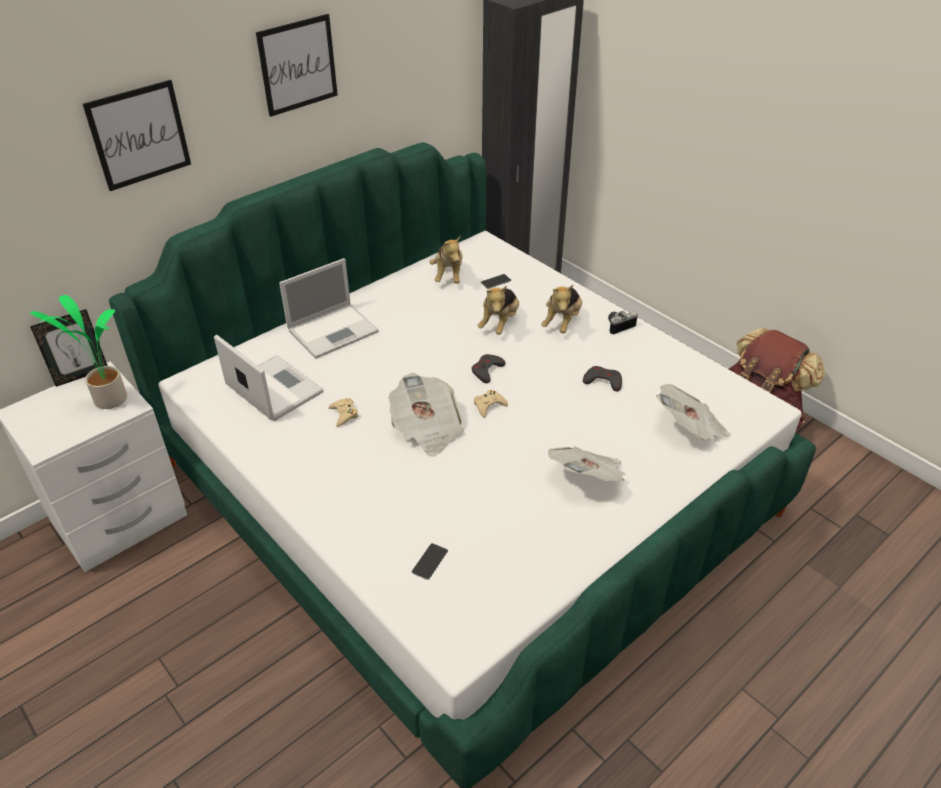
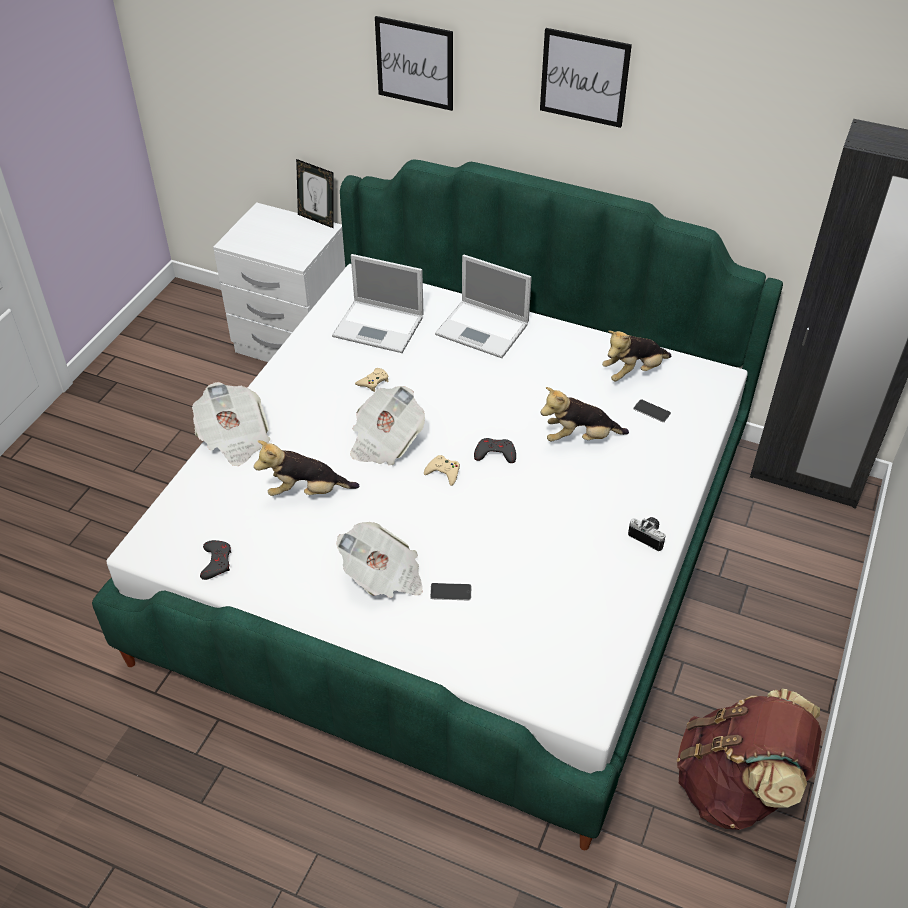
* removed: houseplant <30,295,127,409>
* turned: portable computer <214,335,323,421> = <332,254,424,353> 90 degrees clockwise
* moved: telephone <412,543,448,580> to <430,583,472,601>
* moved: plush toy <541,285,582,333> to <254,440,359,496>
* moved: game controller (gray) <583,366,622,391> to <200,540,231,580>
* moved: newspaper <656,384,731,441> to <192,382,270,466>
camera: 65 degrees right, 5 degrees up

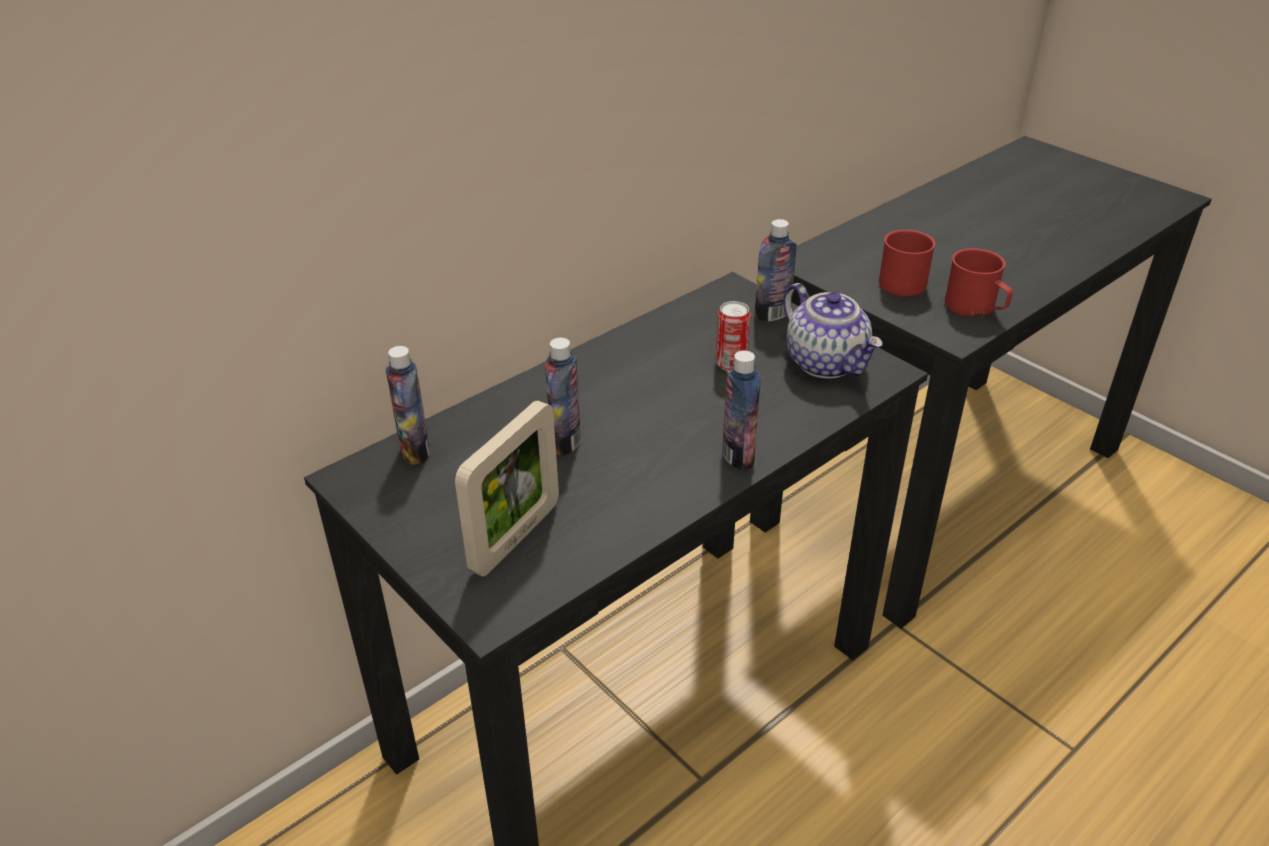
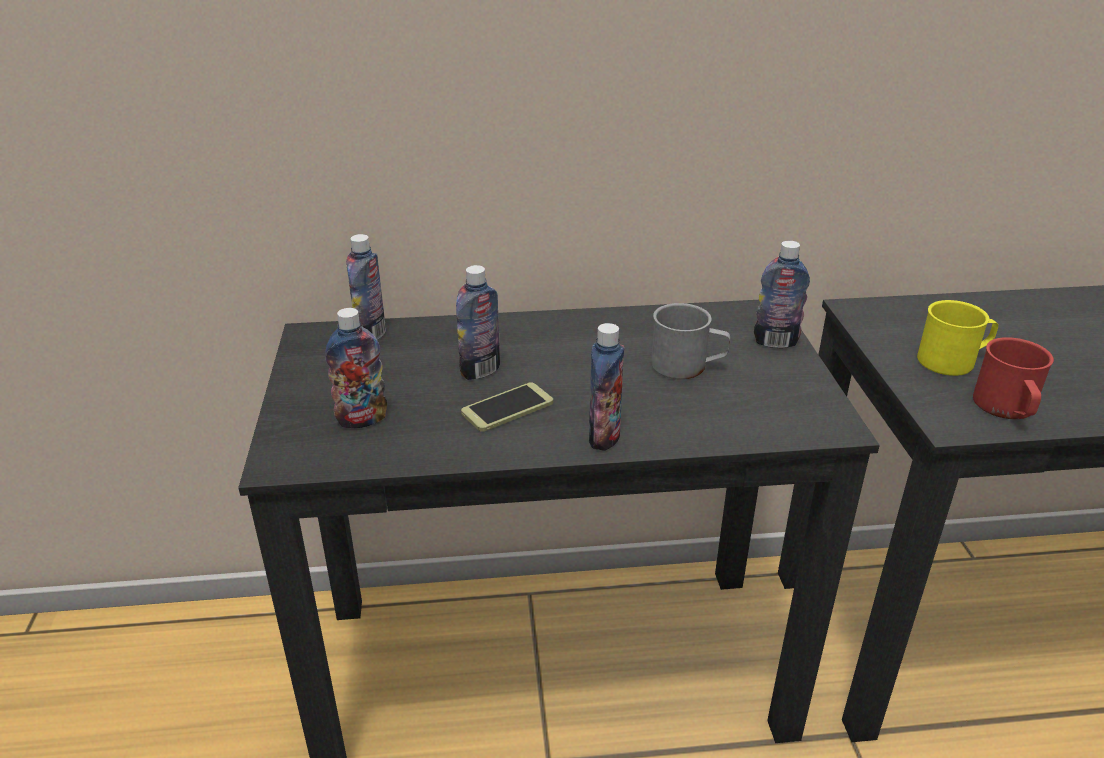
* replaced: photo frame <455,400,559,576> to drink bottle <325,308,387,428>
* replaced: can <716,301,751,371> to mug (gray) <651,303,730,379>
* removed: pot for tea <783,283,883,378>
* recoloured: mug (red) <879,230,936,296> to mug (yellow-coloured) <917,300,998,376>
* added: telephone <461,382,553,432>
camera: 35 degrees right, 5 degrees down

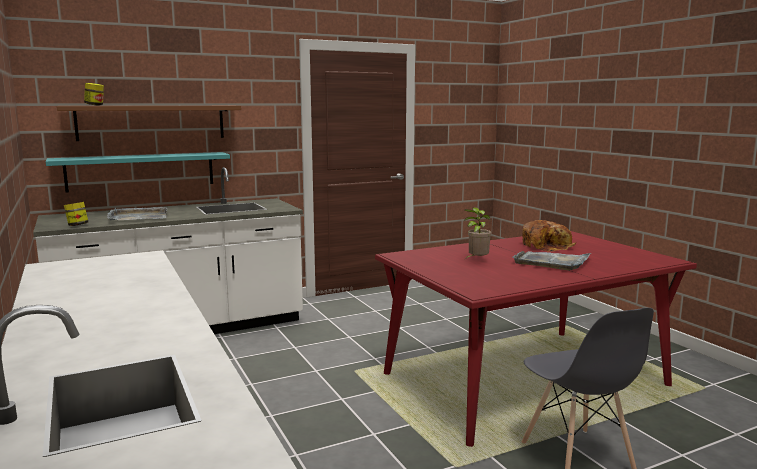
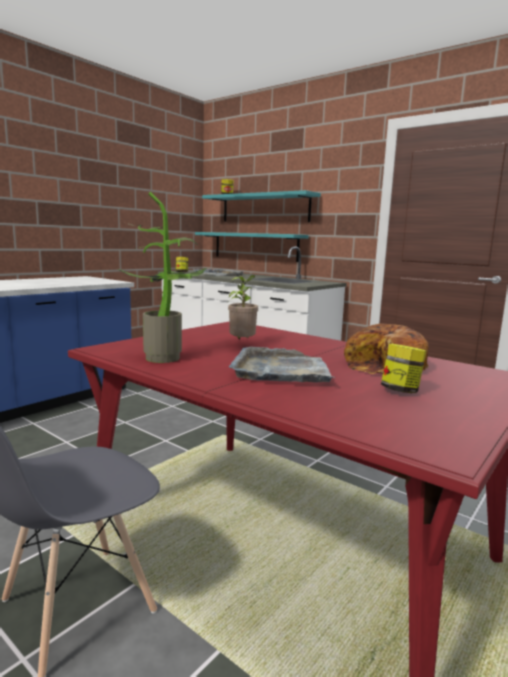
* recoloured: shelf (brown) <57,106,241,141> to shelf (turquoise-coloured) <202,190,321,222>
* added: houseplant <118,192,207,363>
* added: jar <381,344,427,393>
camera: 65 degrees right, 0 degrees up

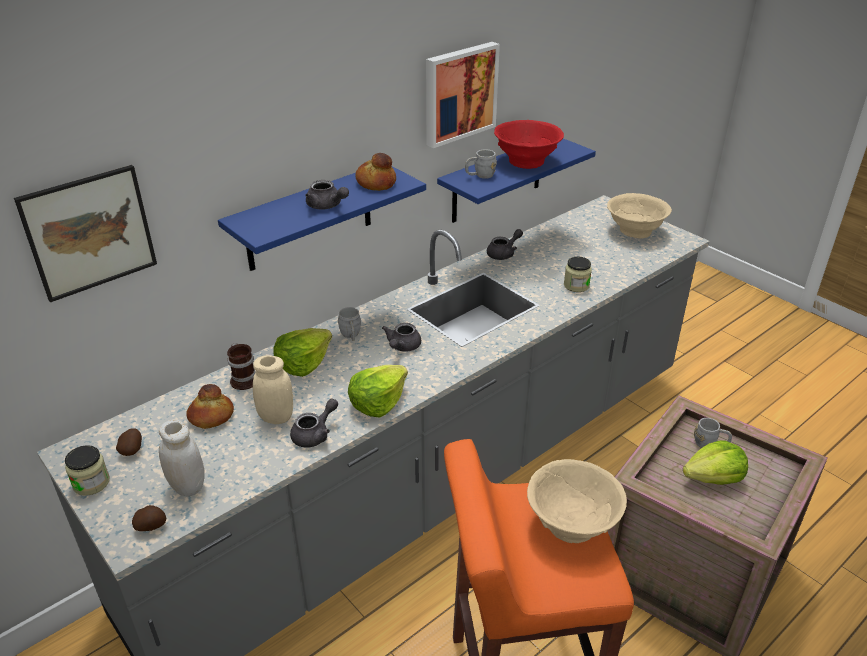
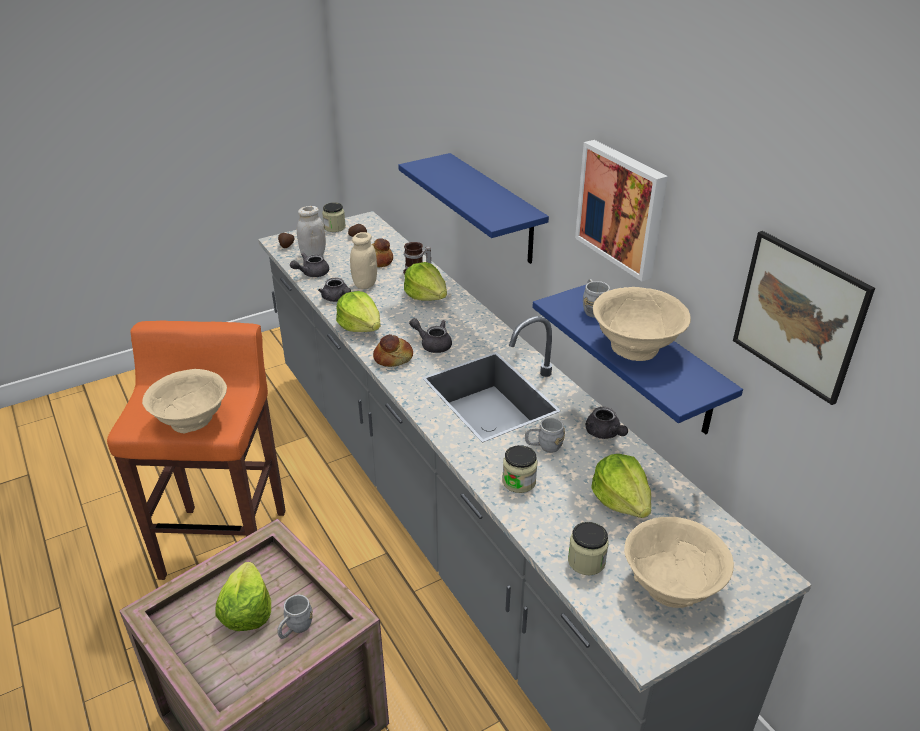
* moved: picture <14,165,157,302> to <733,231,875,405>
* moved: pot for tea (gray) <305,180,349,210> to <290,253,329,277>
* moved: mug (gray) <338,307,361,341> to <525,417,565,453>
* moved: bread <355,153,396,191> to <373,334,413,367>
* recoloured: serving bowl (red) <494,120,564,169> to serving bowl (beige-coloured) <593,287,691,361>
* added: jar <568,522,609,575>
* added: head of lettuce <591,454,651,518>
camera: 100 degrees right, 0 degrees up

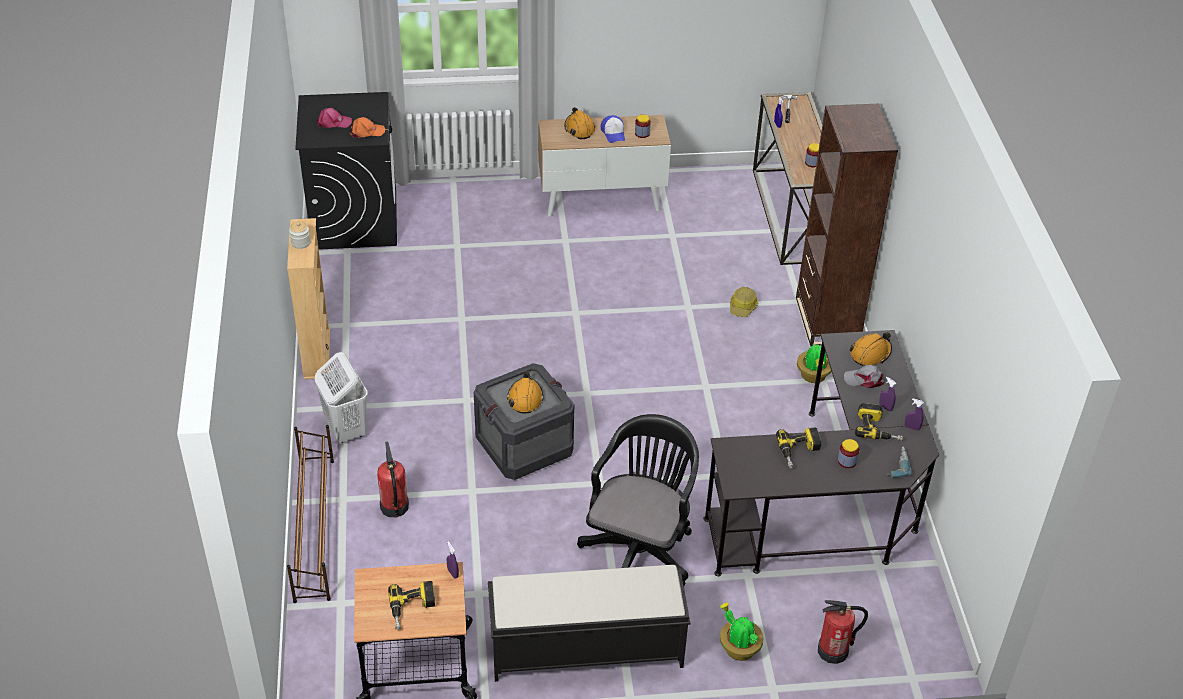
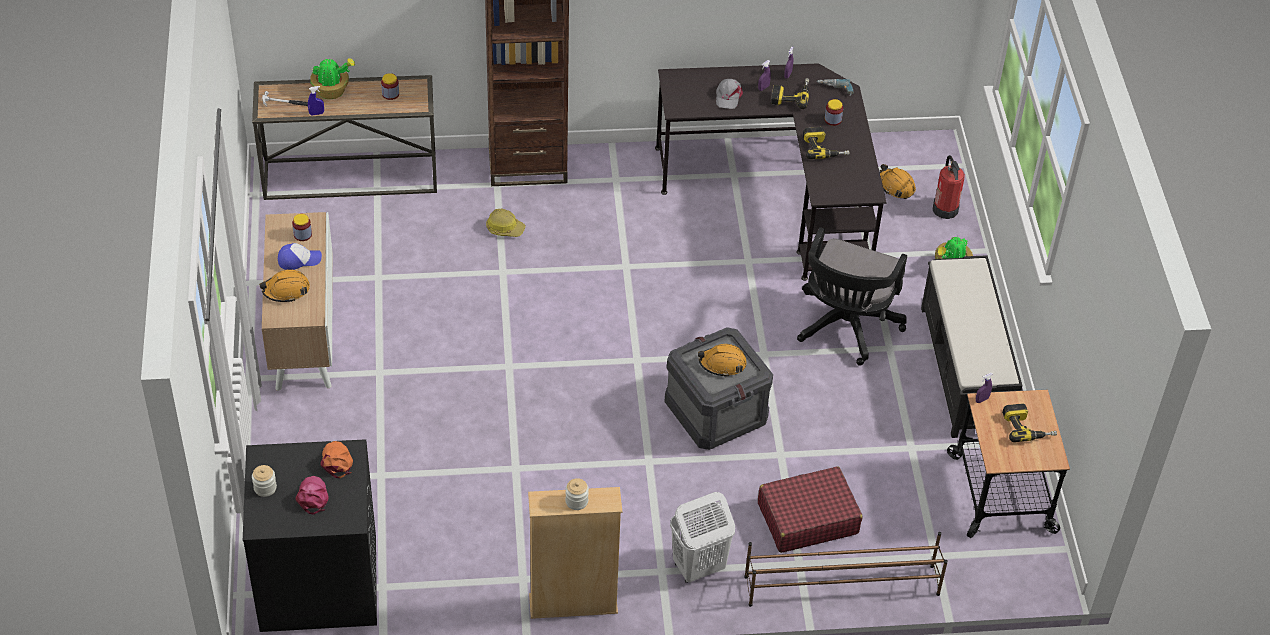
* replaced: fire extinguisher <377,442,409,517> to travel case (red) <758,466,862,553>
* turned: desk chair (black) <577,414,699,586> = <797,227,907,366> 90 degrees counterclockwise
* moved: houseplant <797,344,832,383> to <310,58,356,99>
* moved: work helmet (orangey) <849,332,892,366> to <880,164,916,199>
* added: jar <252,465,277,497>
camera: 90 degrees left, 5 degrees up

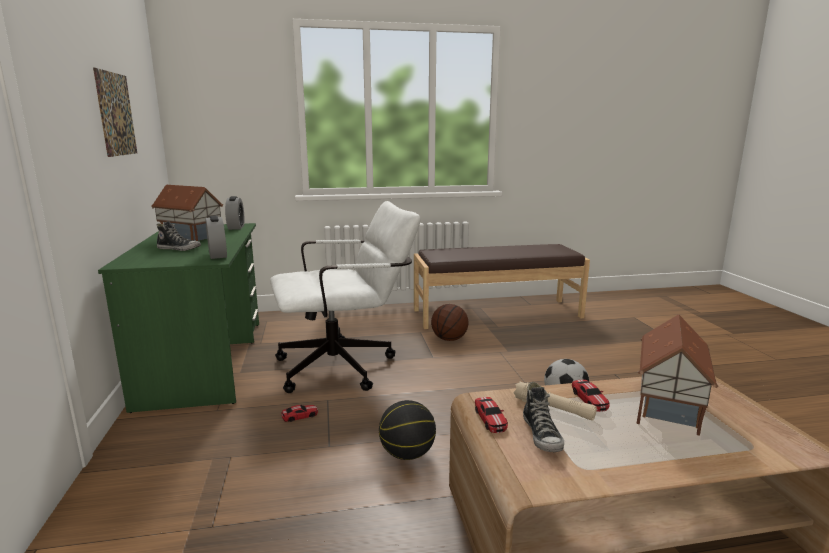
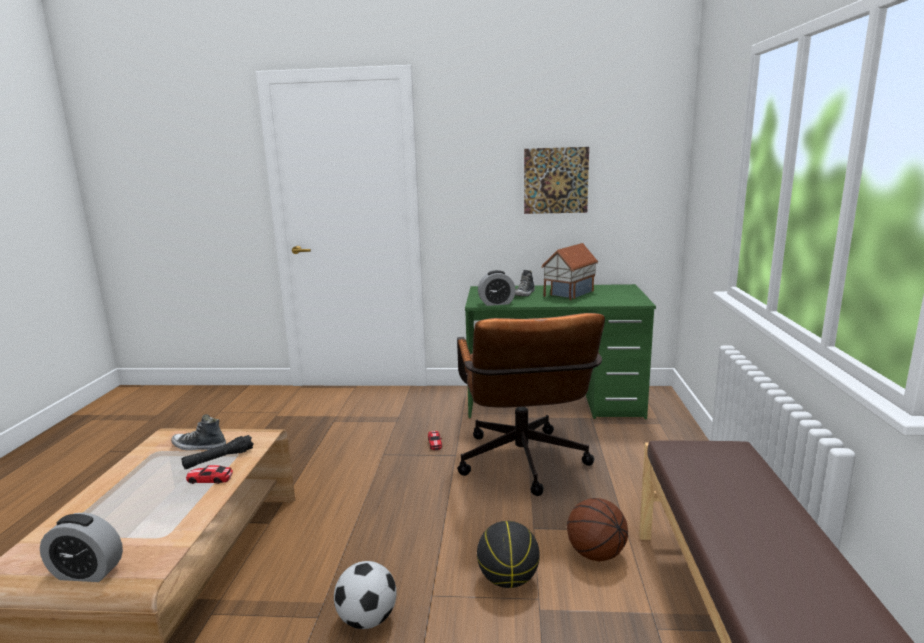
* moved: table clock <225,196,244,230> to <40,512,123,582>
* recoloured: desk chair (whitish) <270,201,421,393> to desk chair (brown) <457,313,605,496>
* moved: ball for basketball <379,400,436,460> to <477,521,540,588>
* removed: miniature car <475,397,508,433>
* recoloured: hand torch (beige-coloured) <514,381,597,421> to hand torch (black) <182,435,254,469>
* removed: miniature house <636,314,718,436>
camera: 105 degrees right, 0 degrees up

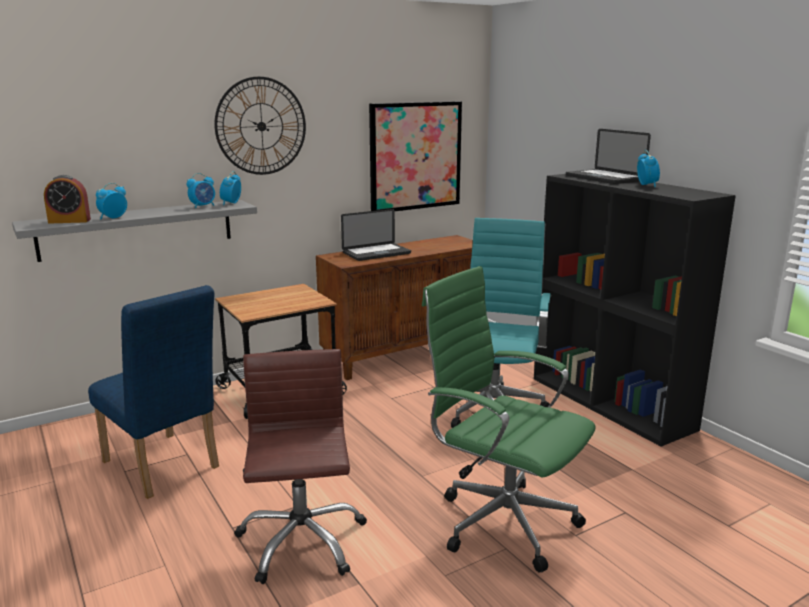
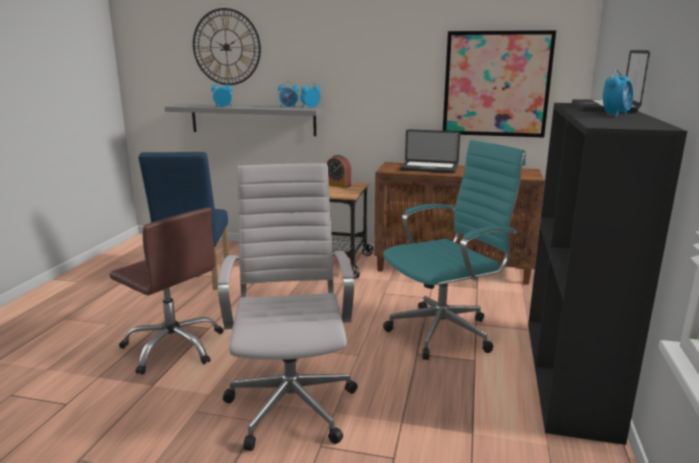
* moved: table clock <44,175,91,224> to <327,155,351,188>
* moved: wall clock <214,77,306,175> to <193,8,261,85>
* turned: desk chair (brown) <234,349,367,584> = <109,207,224,375> 90 degrees clockwise
* recoloured: desk chair (green-coloured) <422,266,596,572> to desk chair (whitish) <217,163,358,451>
camera: 45 degrees right, 0 degrees up

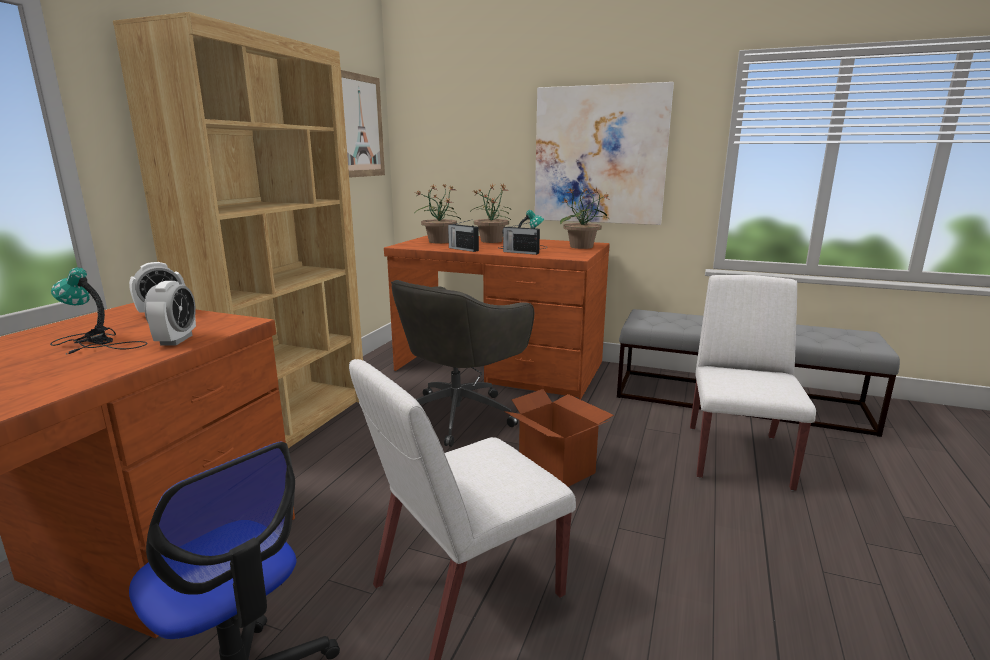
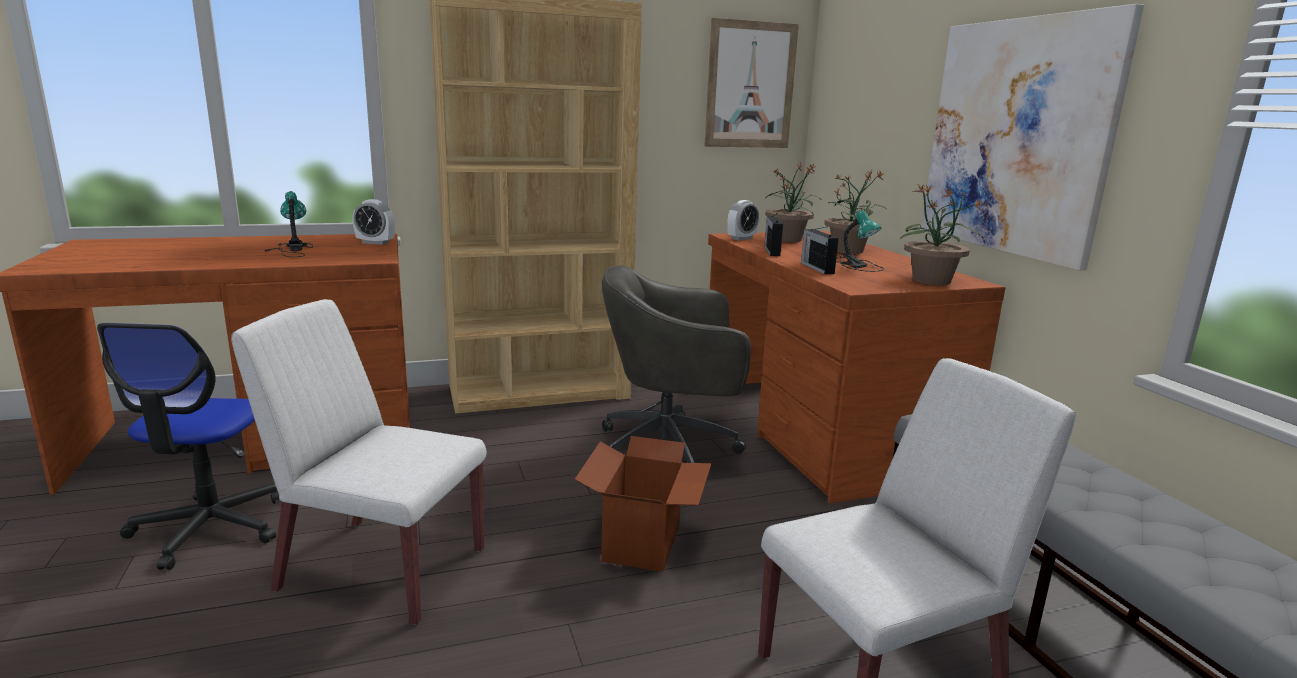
* moved: table clock <144,281,196,346> to <727,200,759,241>
camera: 50 degrees right, 0 degrees up

